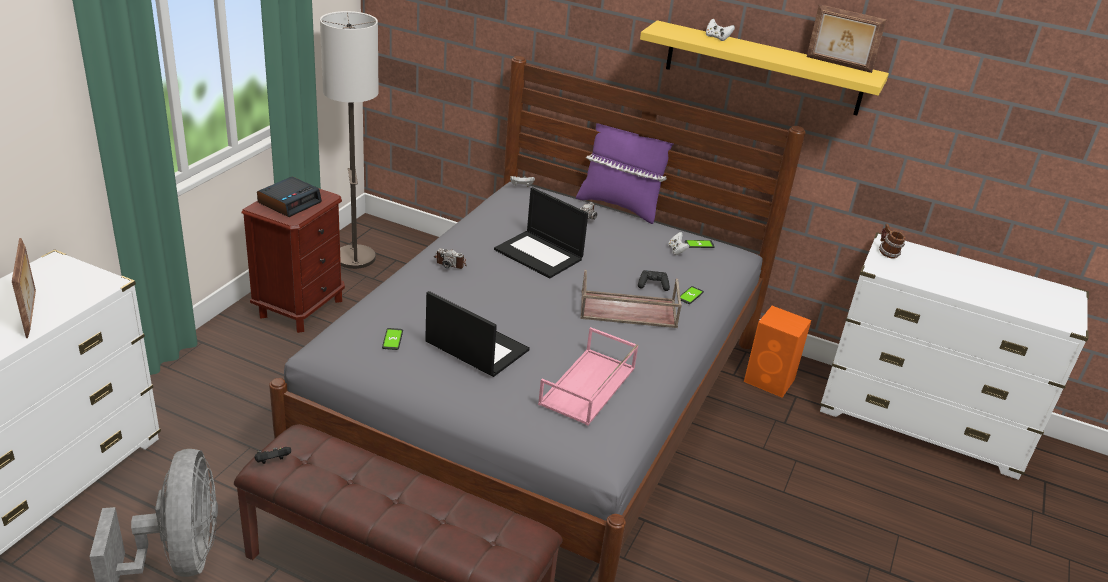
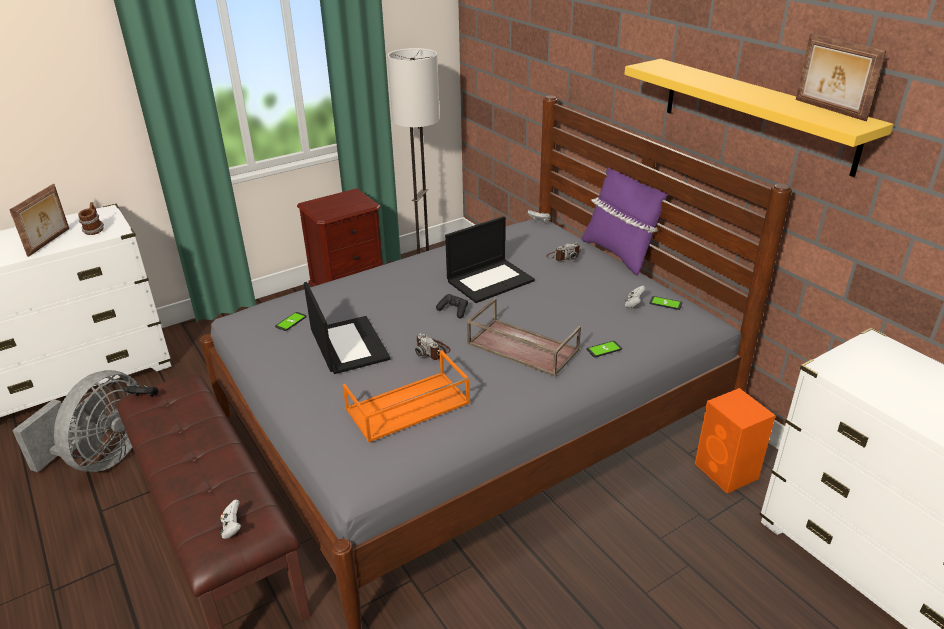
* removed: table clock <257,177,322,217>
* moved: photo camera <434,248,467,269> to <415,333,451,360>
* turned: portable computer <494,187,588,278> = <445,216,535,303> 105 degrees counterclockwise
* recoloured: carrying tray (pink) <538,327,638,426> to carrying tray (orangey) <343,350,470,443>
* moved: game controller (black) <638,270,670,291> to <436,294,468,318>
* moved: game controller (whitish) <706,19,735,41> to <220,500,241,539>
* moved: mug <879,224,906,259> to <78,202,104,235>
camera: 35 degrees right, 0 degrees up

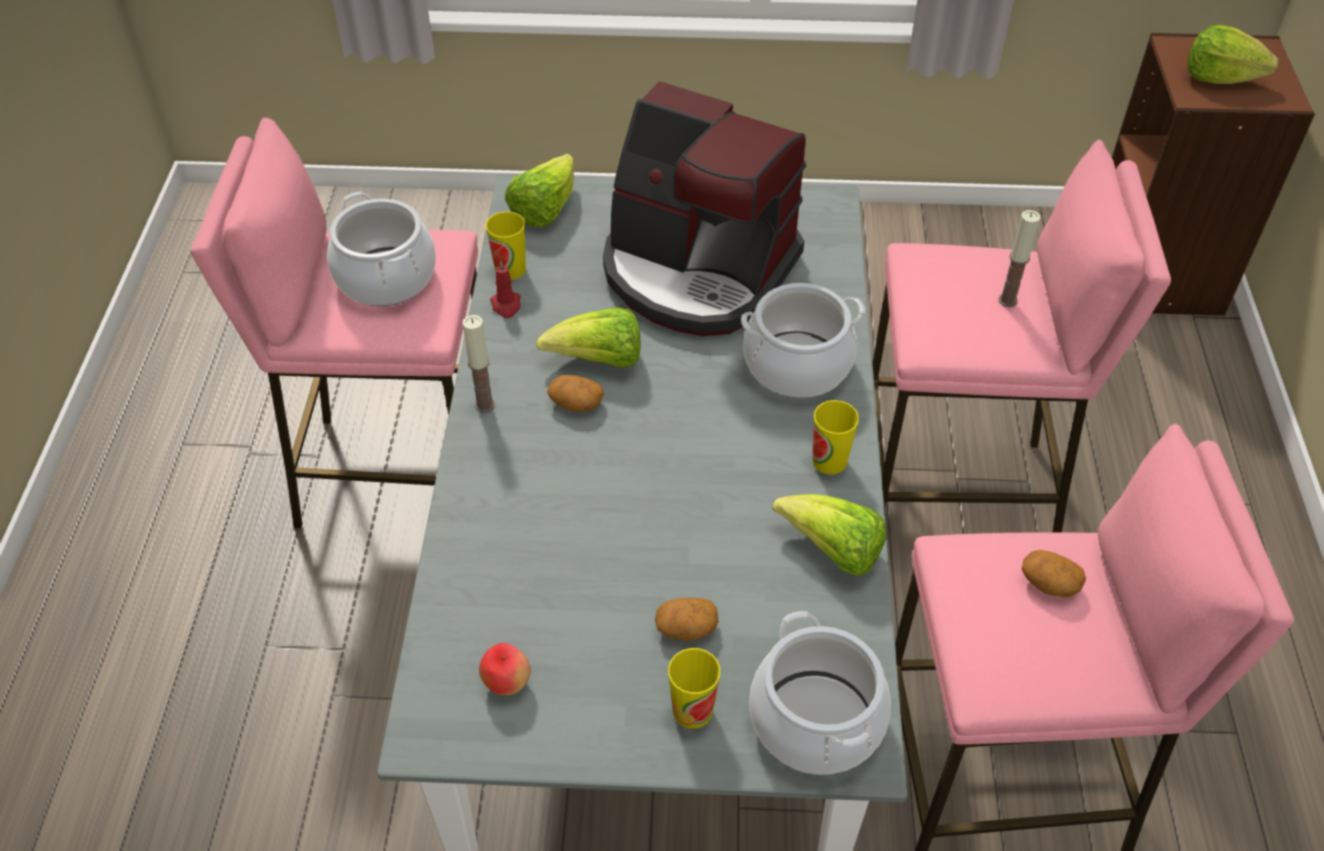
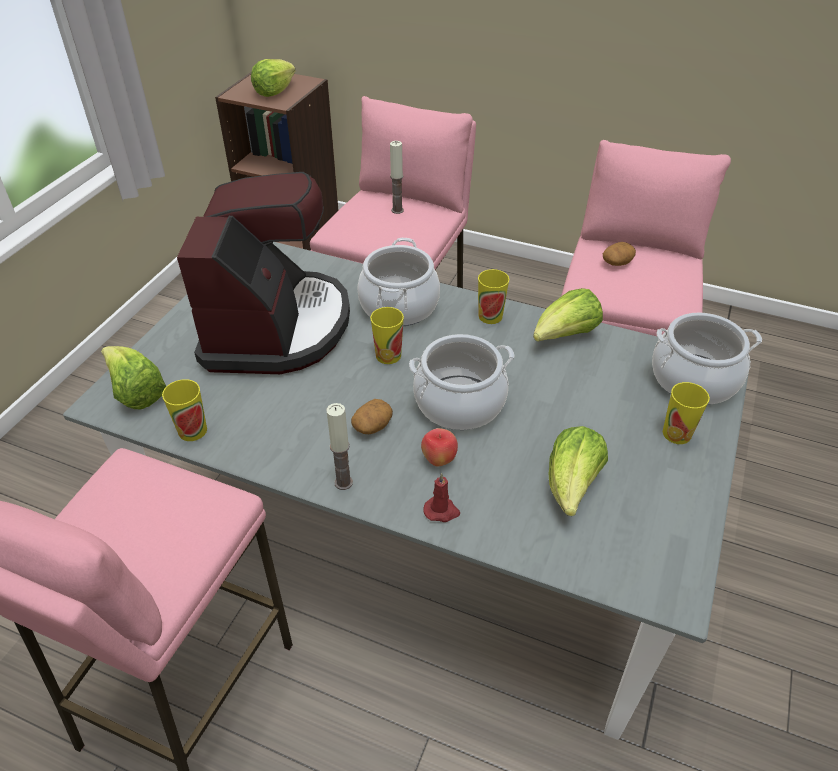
* moved: saucepot <327,192,436,306> to <409,334,514,430>
* moved: apple <479,643,531,695> to <421,428,458,467>
* moved: candle (red) <490,260,521,318> to <423,473,460,522>
* moved: head of lettuce <536,307,641,368> to <549,426,608,516>
* turned: coffee maker <603,81,806,336> = <177,172,350,374> 45 degrees counterclockwise
* removed: spud <655,598,718,641>
* added: small cup <370,307,404,364>
camera: 70 degrees left, 5 degrees down

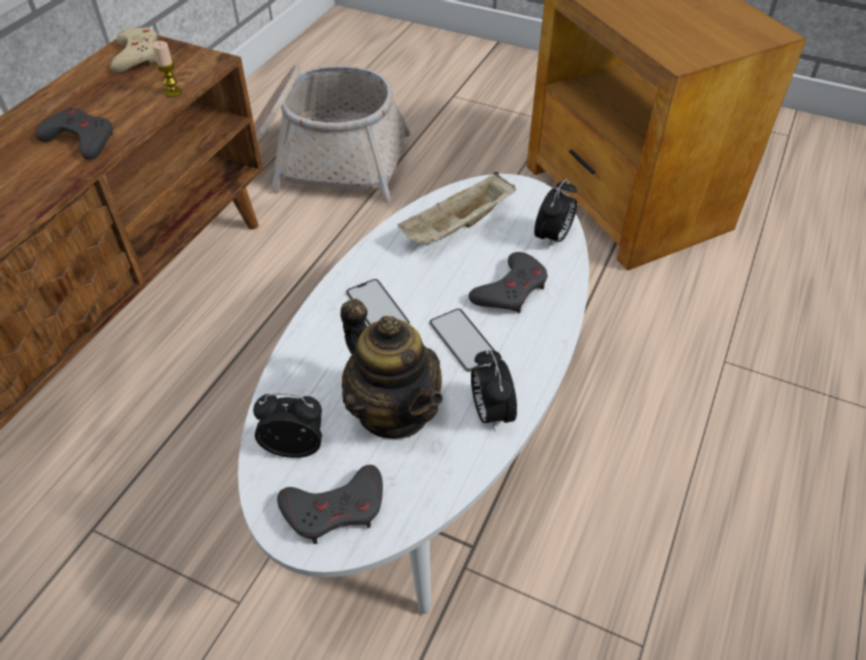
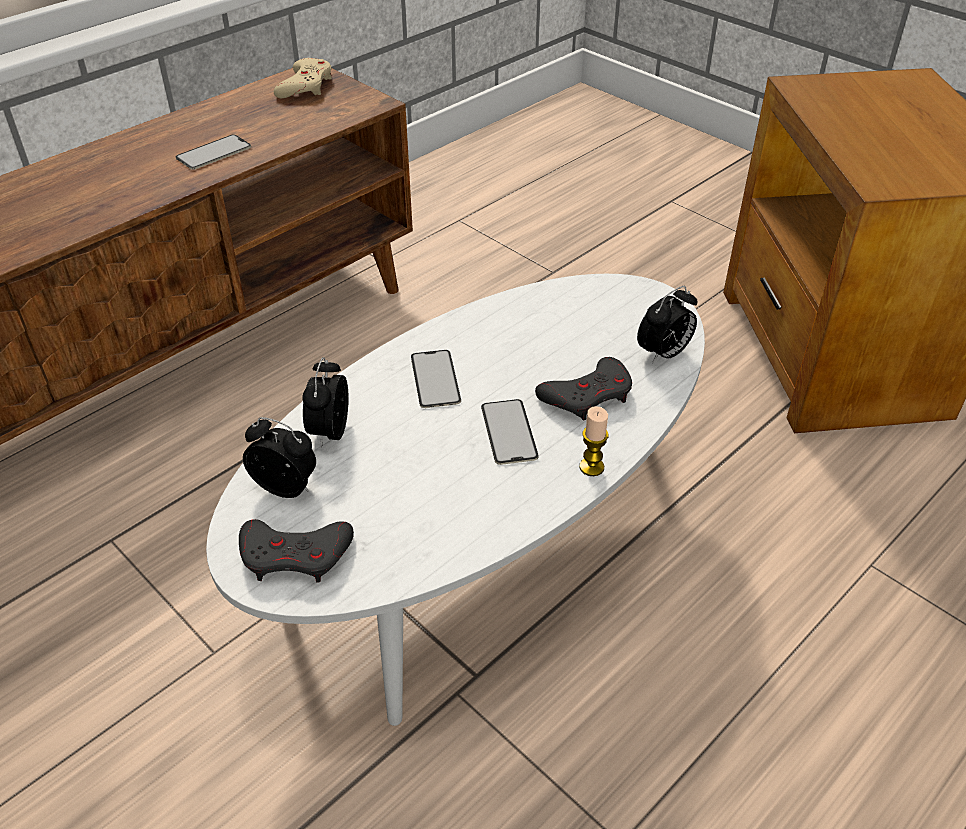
* replaced: game controller (gray) <35,107,112,160> to telephone <176,134,251,170>
* moved: candle <152,41,182,97> to <580,406,609,476>
* removed: household basket <254,65,411,203>
* removed: pot for tea <340,299,443,439>
* removed: carrying tray (beige-coloured) <398,172,516,246>
* moved: table clock <471,350,517,431> to <302,357,348,448>
camera: 20 degrees right, 5 degrees down

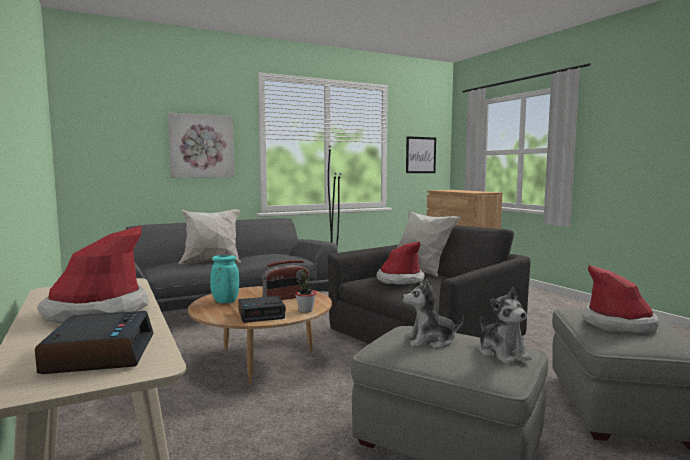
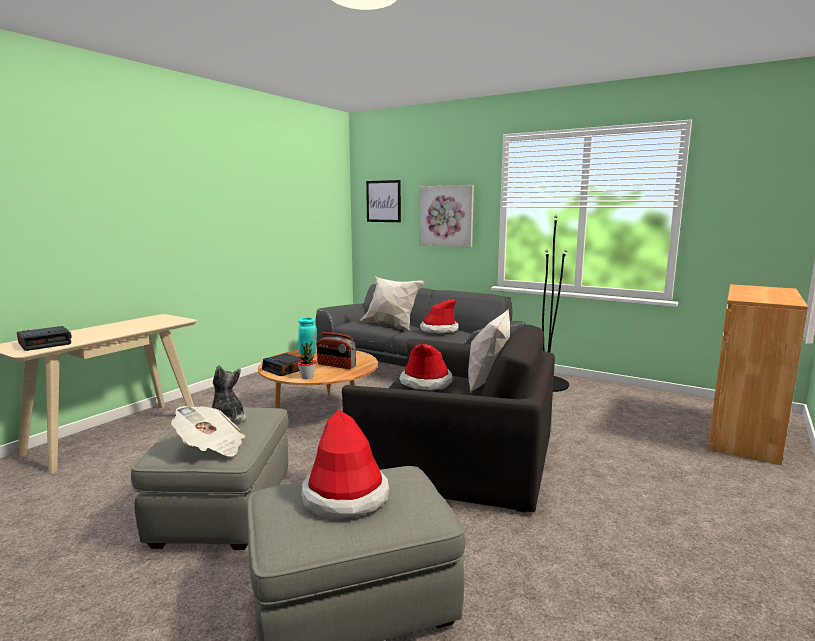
* moved: hat <37,226,149,324> to <420,299,459,334>
* moved: picture <406,136,436,173> to <366,180,401,222>
* replaced: plush toy <479,287,532,364> to newspaper <171,406,245,457>
camera: 60 degrees right, 5 degrees up

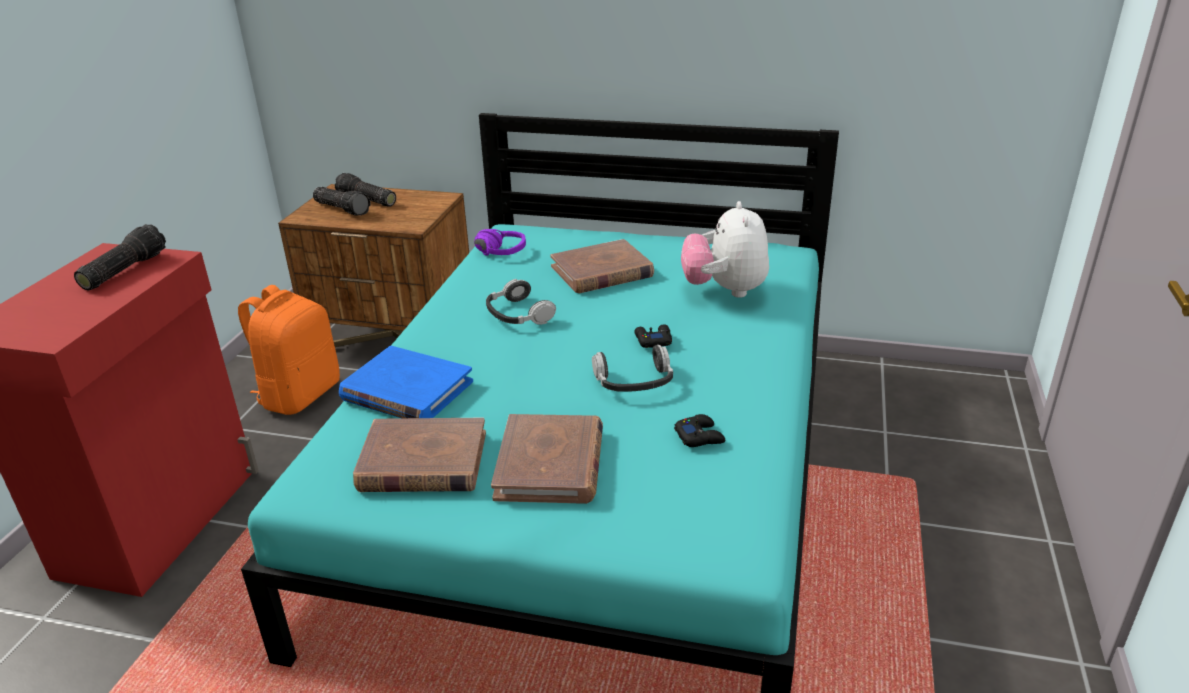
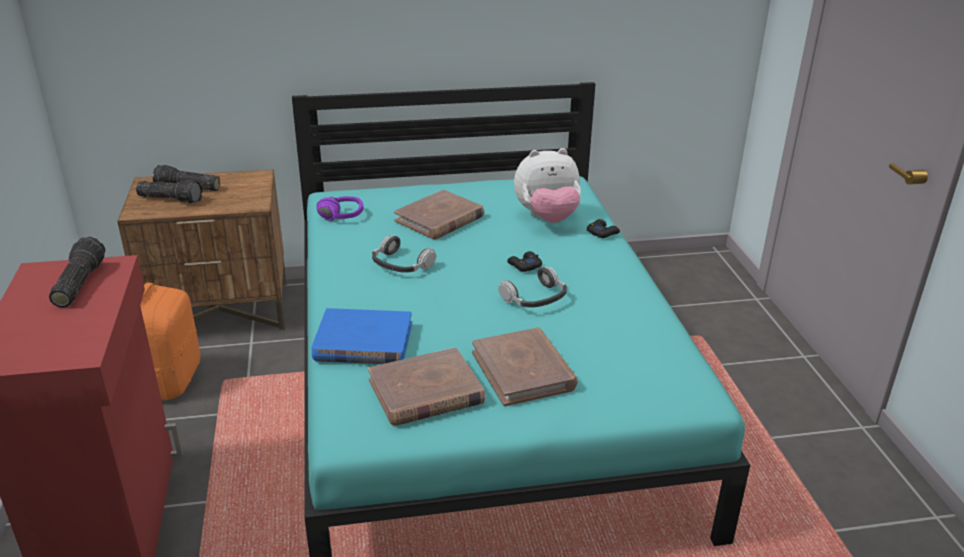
* moved: game controller (black) <674,414,725,447> to <587,219,620,238>
* turned: plush toy <681,201,769,298> = <514,148,581,223> 75 degrees counterclockwise
camera: 25 degrees left, 0 degrees up

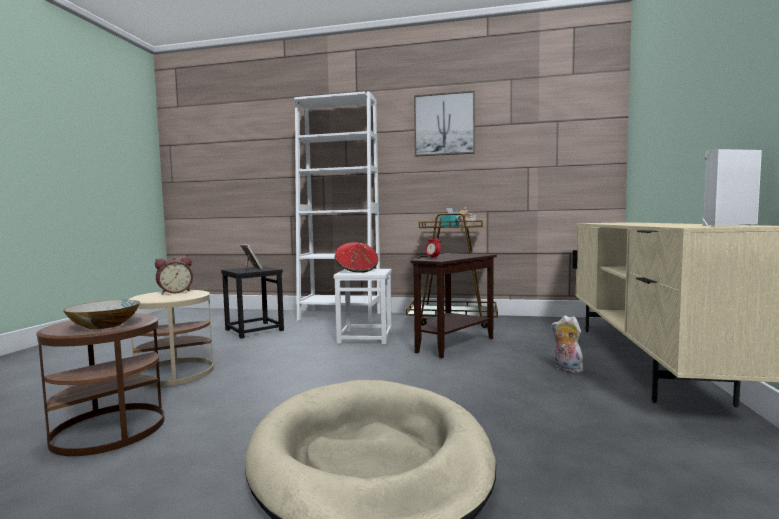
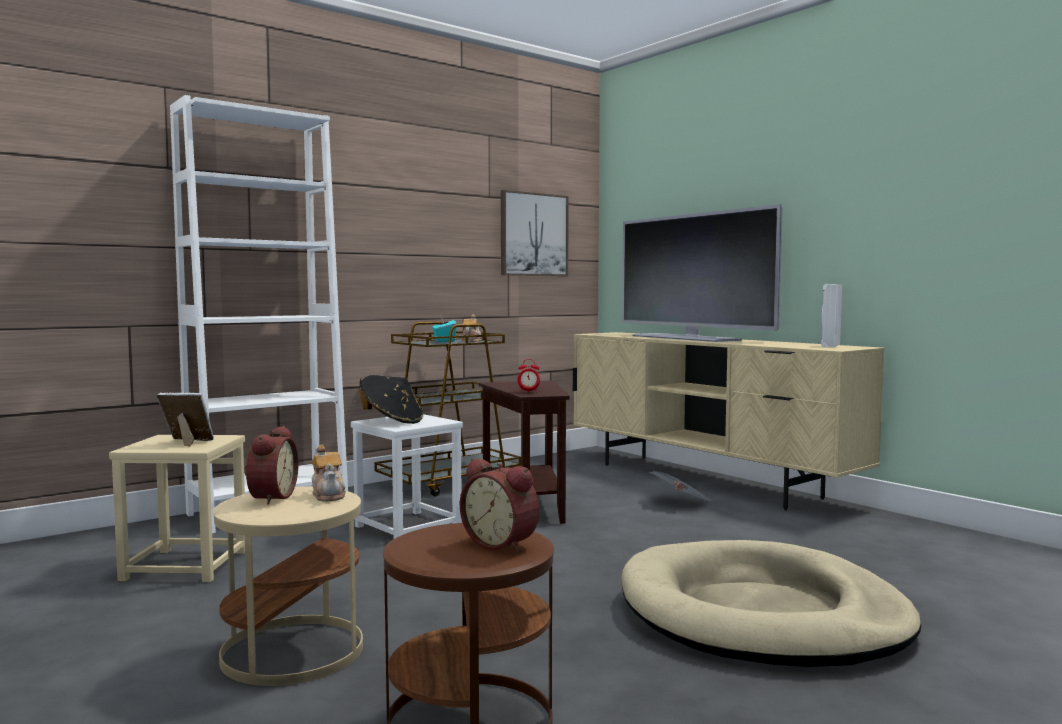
* replaced: serving bowl <63,300,140,329> to table clock <460,458,539,553>
* recoloured: stool (black) <221,266,284,338> to stool (beige-coloured) <109,435,245,582>
* recoloured: hat (red) <335,242,378,273> to hat (black) <360,375,423,424>
* moved: picture <414,91,475,157> to <501,190,569,276>
* replaced: plush toy <551,315,586,373> to newspaper <649,471,713,501>
* added: pot for tea <312,445,346,502>
* added: TV set <622,204,783,342>
camera: 50 degrees left, 0 degrees up

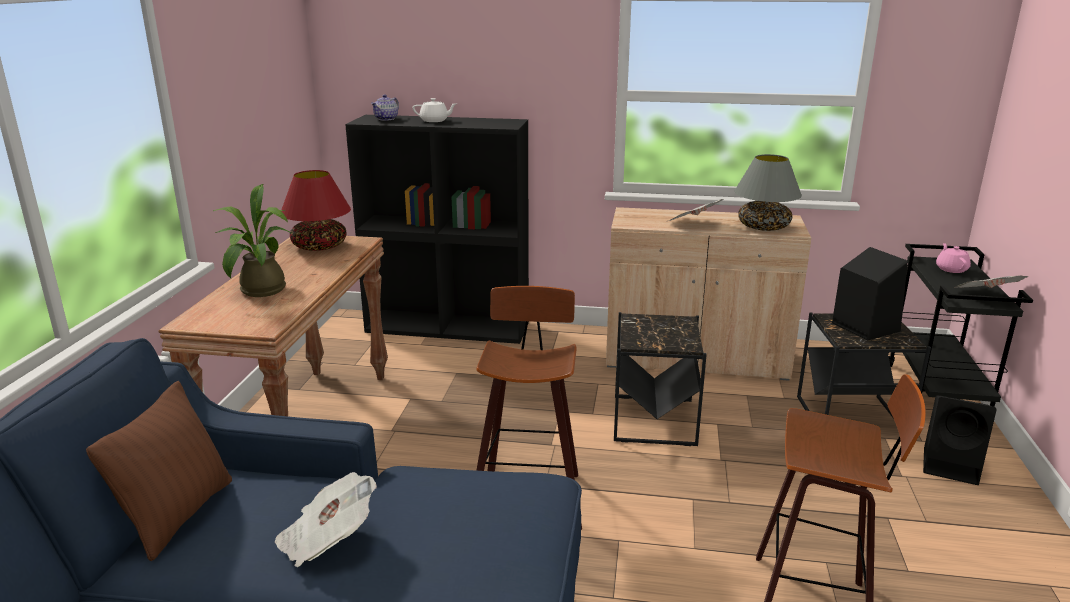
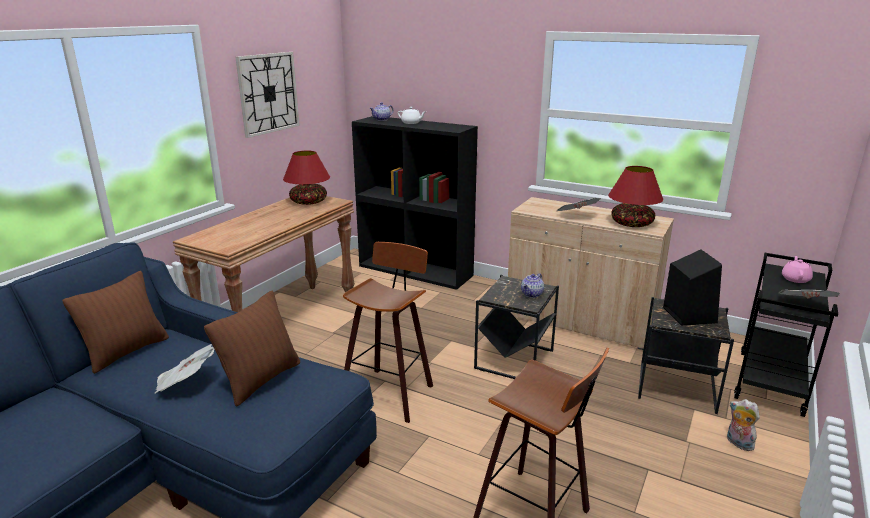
* removed: houseplant <213,184,293,297>
* recoloured: tabletop lamp (gray) <734,154,802,231> to tabletop lamp (red) <608,166,663,227>
* replaced: speaker (black) <923,395,997,485> to plush toy <727,399,760,451>
* added: throw pillow (brown) <204,290,300,407>
* added: wall clock <235,52,300,138>
* added: pot for tea <521,273,544,298>
camera: 20 degrees right, 0 degrees up

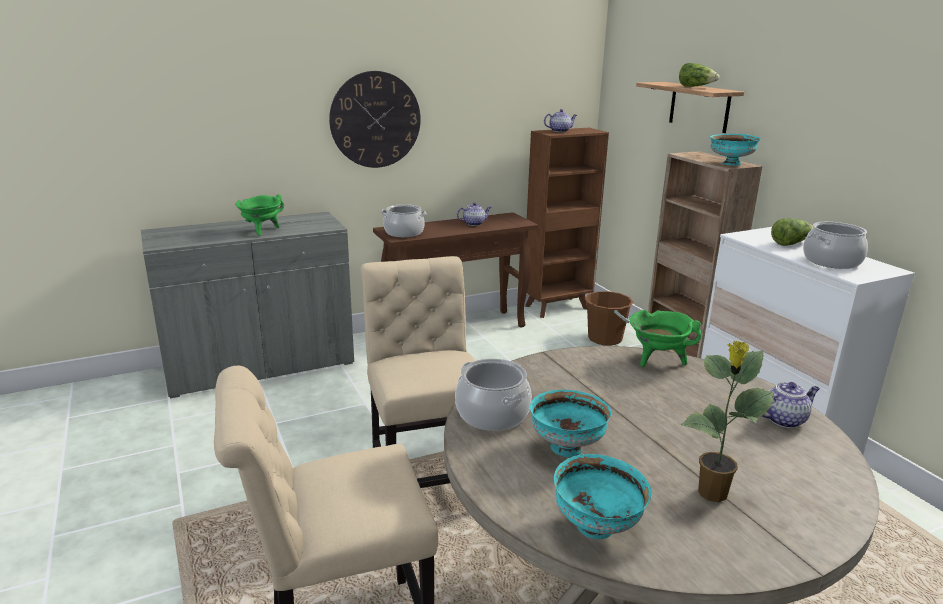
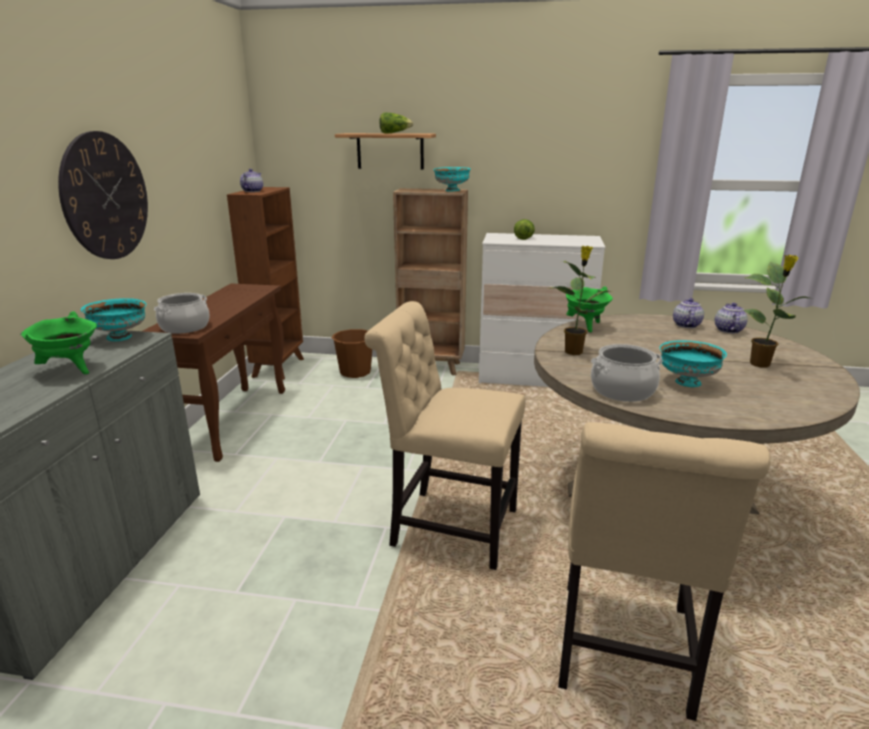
* moved: pot for tea <457,202,491,226> to <715,303,748,333>
* moved: serving bowl (turquoise-coloured) <554,454,651,539> to <81,298,146,341>
* removed: saucepot <803,222,868,269>
* added: houseplant <549,246,610,355>
camera: 55 degrees left, 0 degrees up

